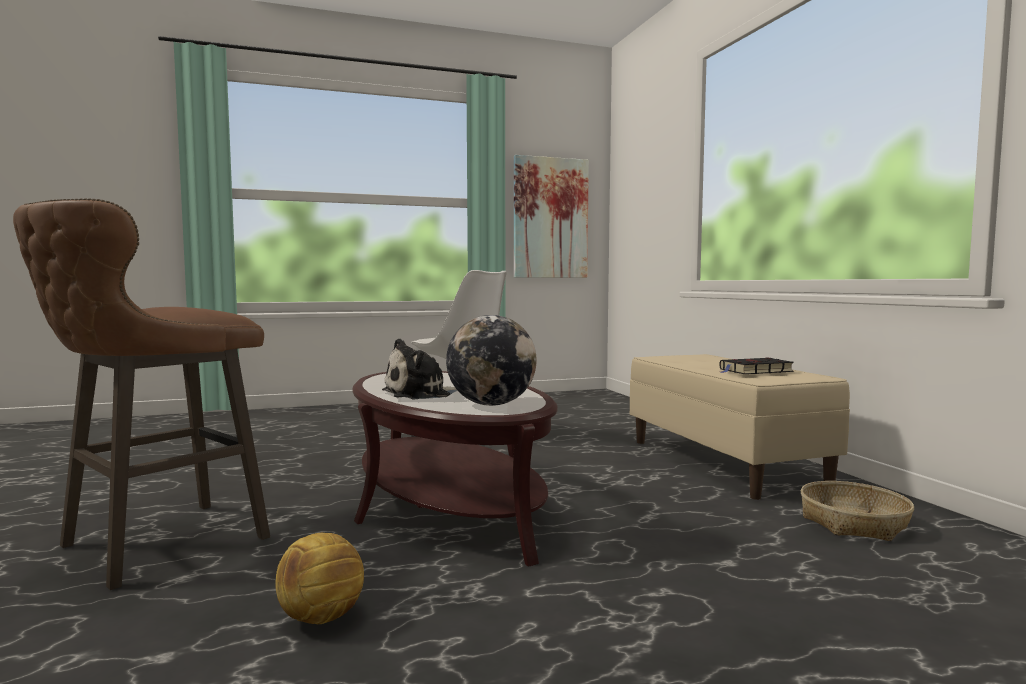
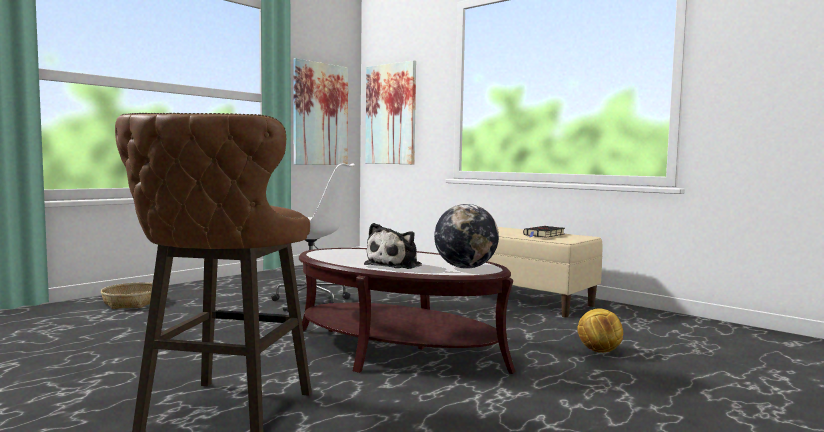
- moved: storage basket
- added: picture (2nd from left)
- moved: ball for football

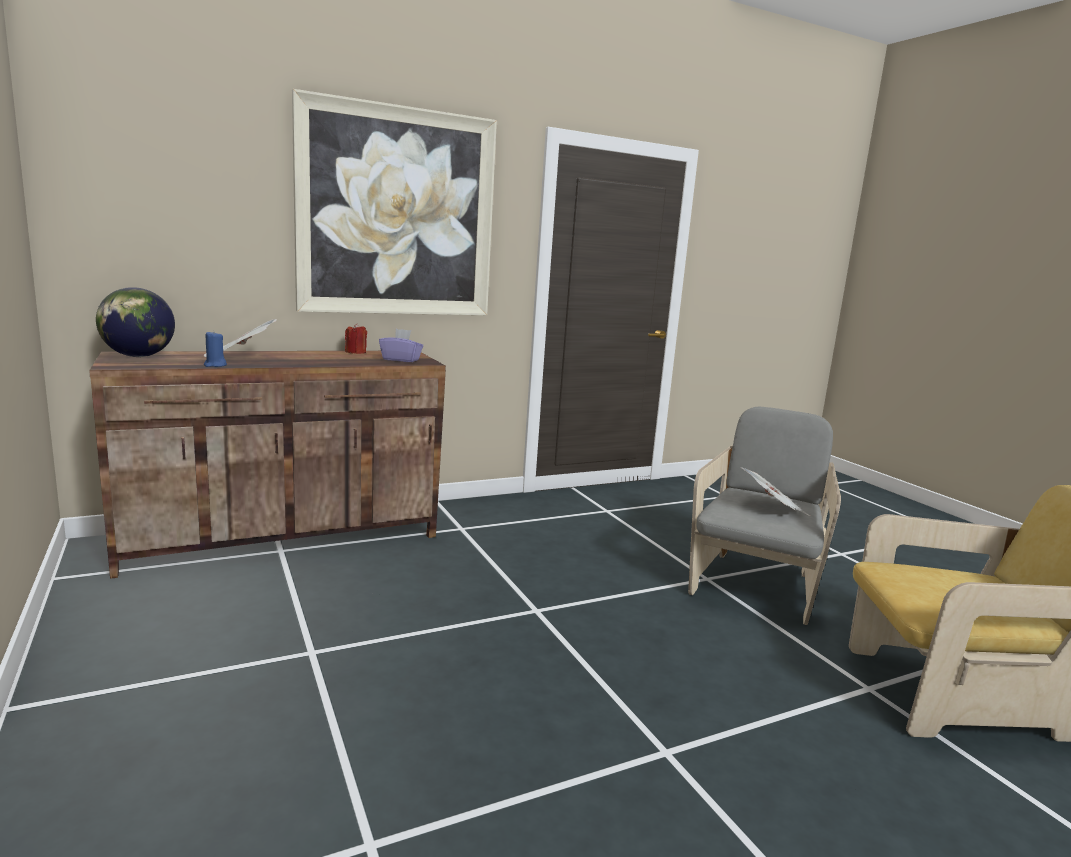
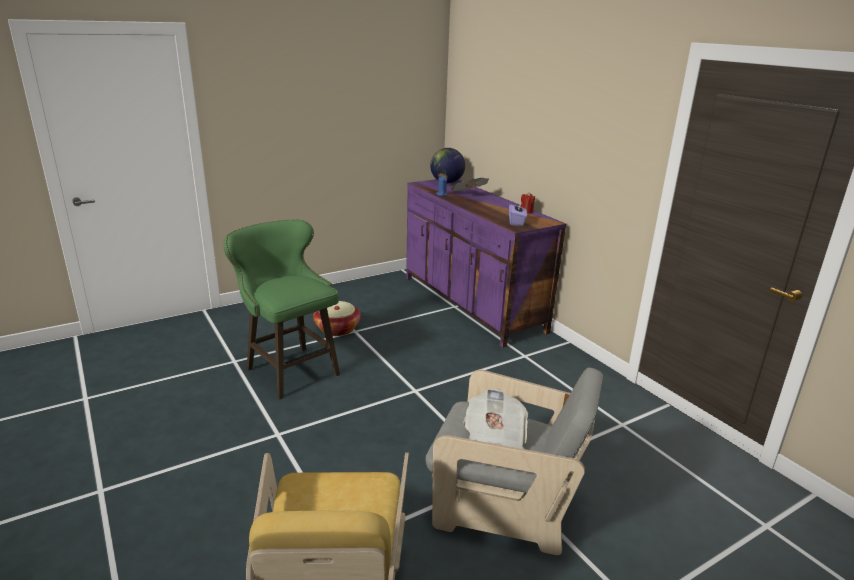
- added: green sitting stool
- added: storage basket
- recoloured: brownish cupboard to purple-coloured cupboard
- removed: picture

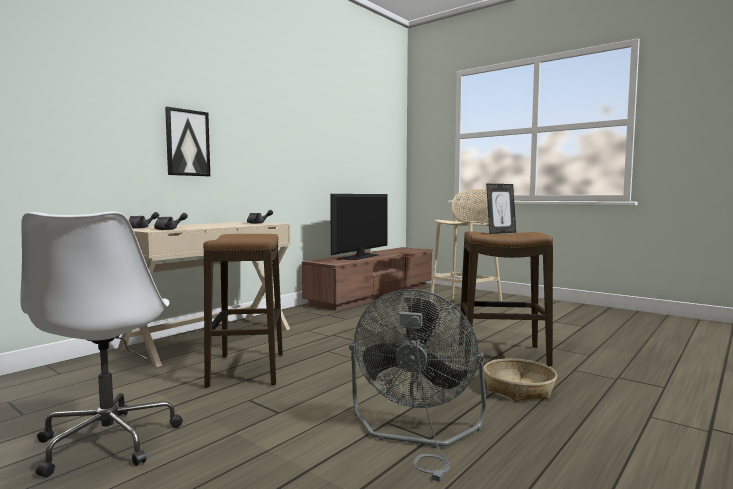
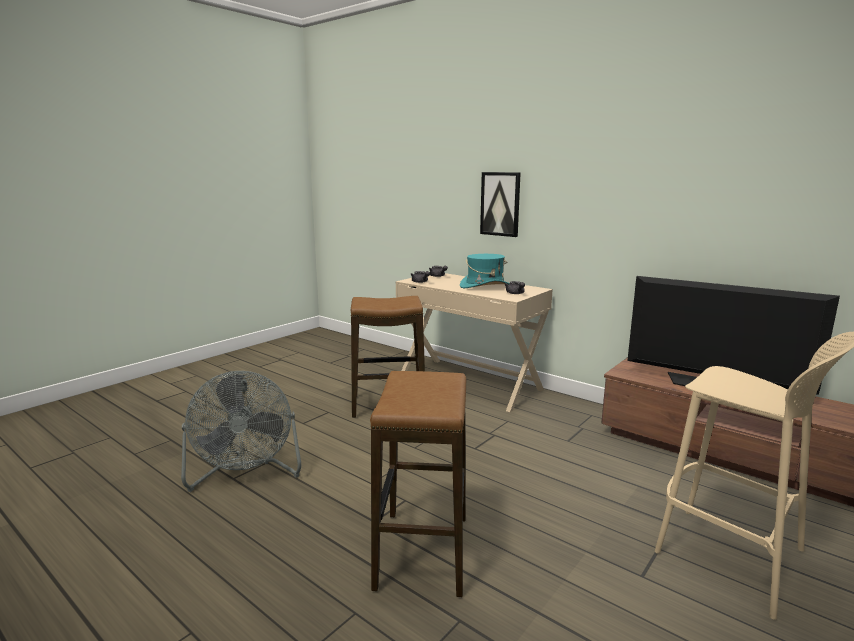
- turned: gray cooling fan 60 degrees clockwise
- added: turquoise-coloured hat
- removed: white desk chair
- removed: storage basket
- removed: standing frame

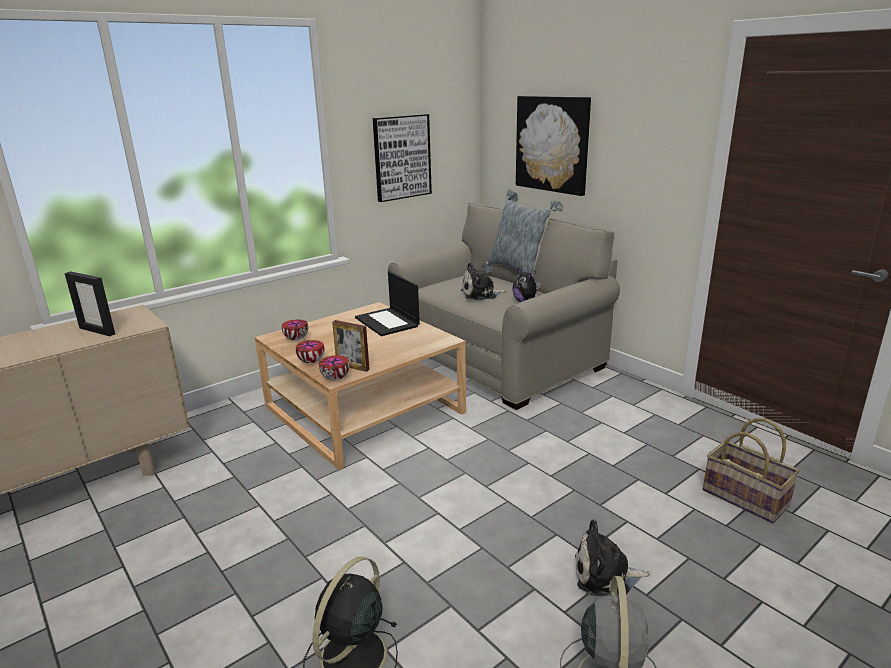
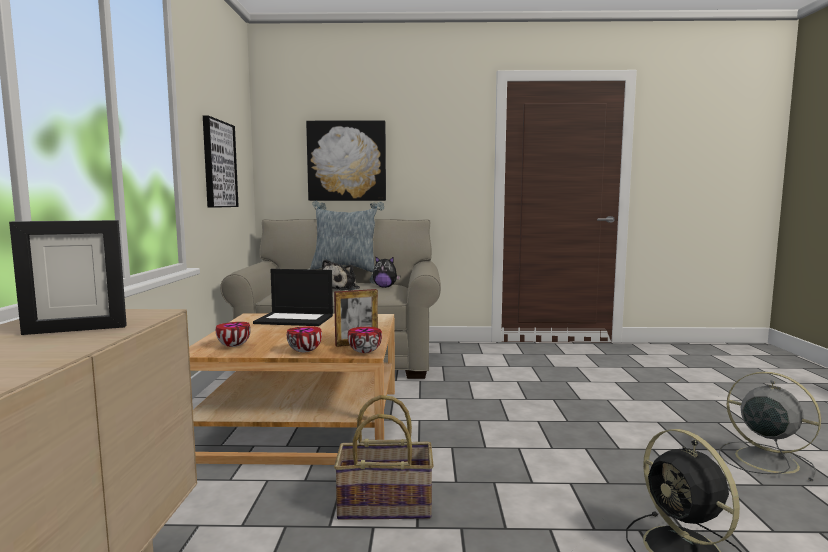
- moved: storage basket
- removed: cuddly toy (3rd from left)

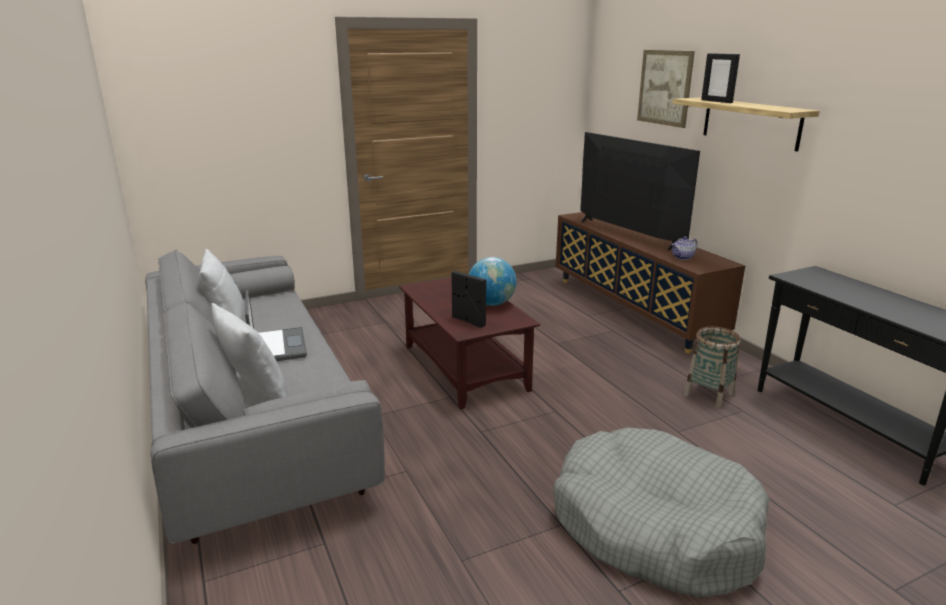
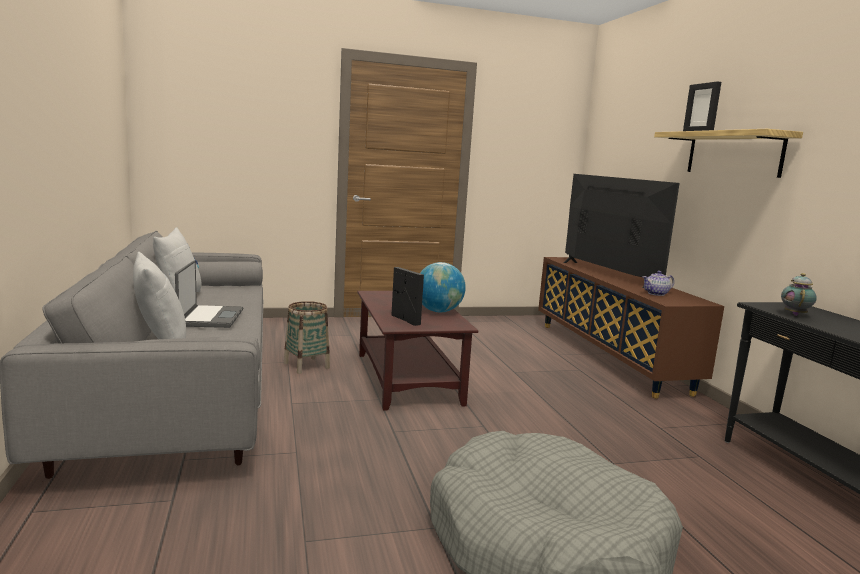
- moved: storage basket
- added: tea pot (2nd from left)
- removed: picture

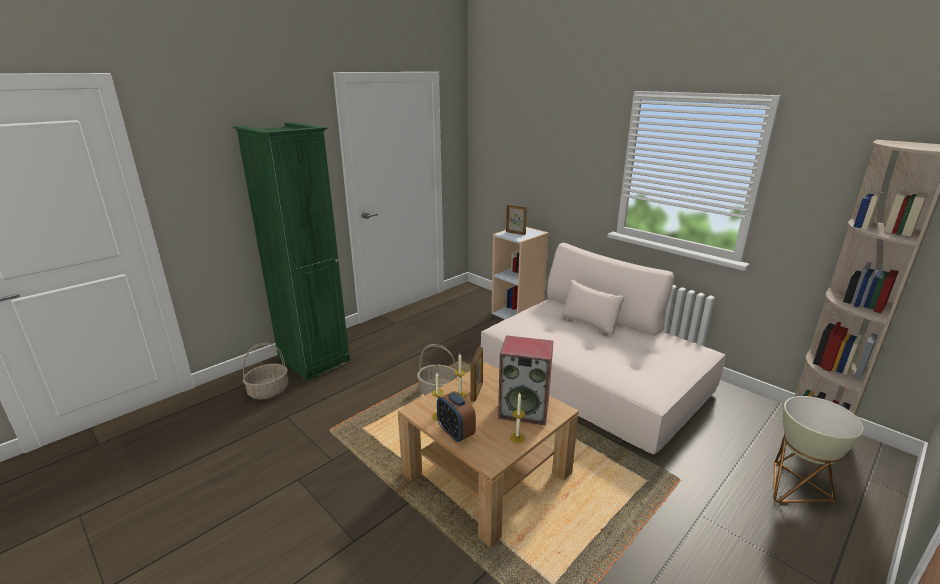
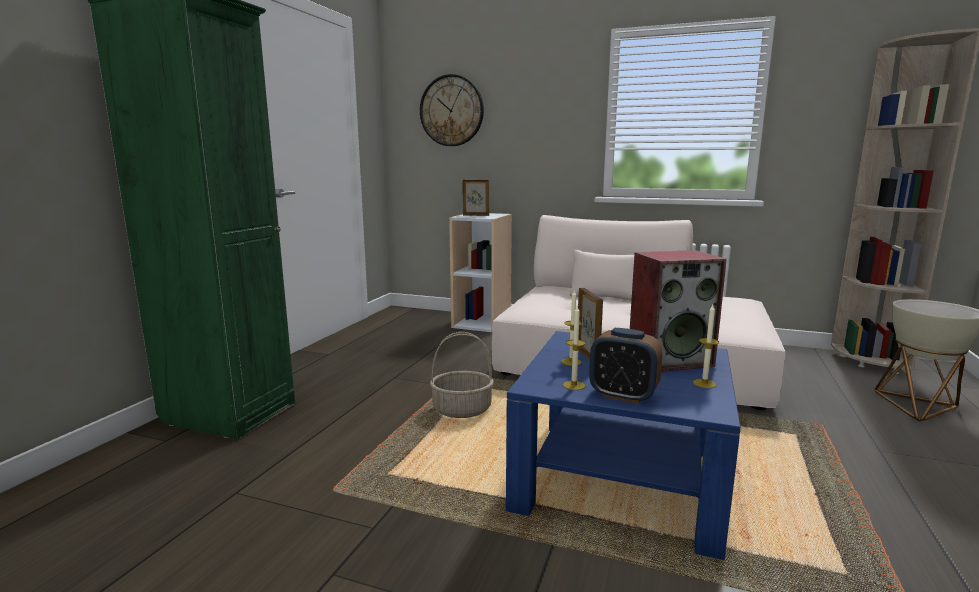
- added: wall clock
- recoloured: brownish low table to blue-coloured low table
- removed: storage basket (1st from left)

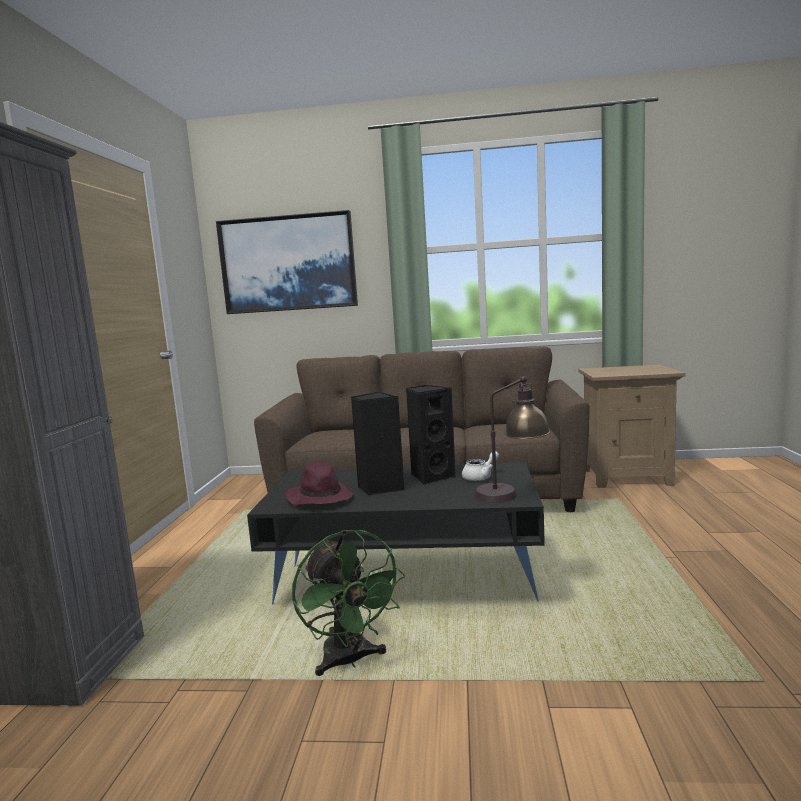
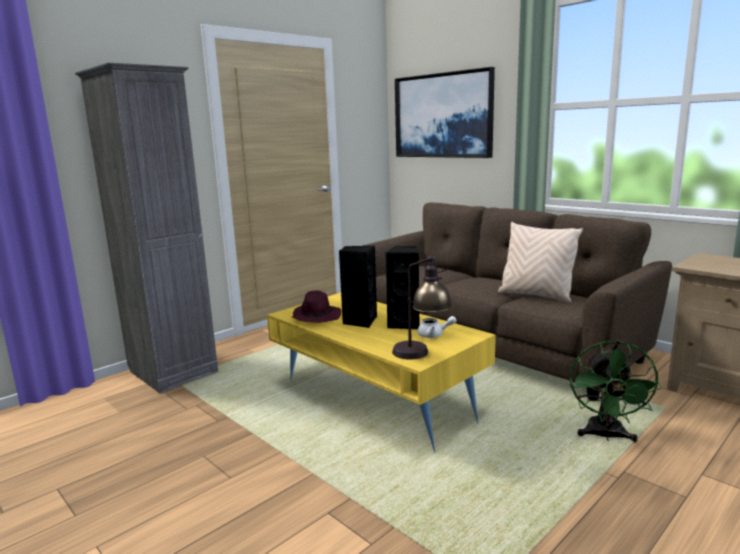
- recoloured: black low table to yellowish low table
- added: beige-coloured cushion
- moved: green cooling fan

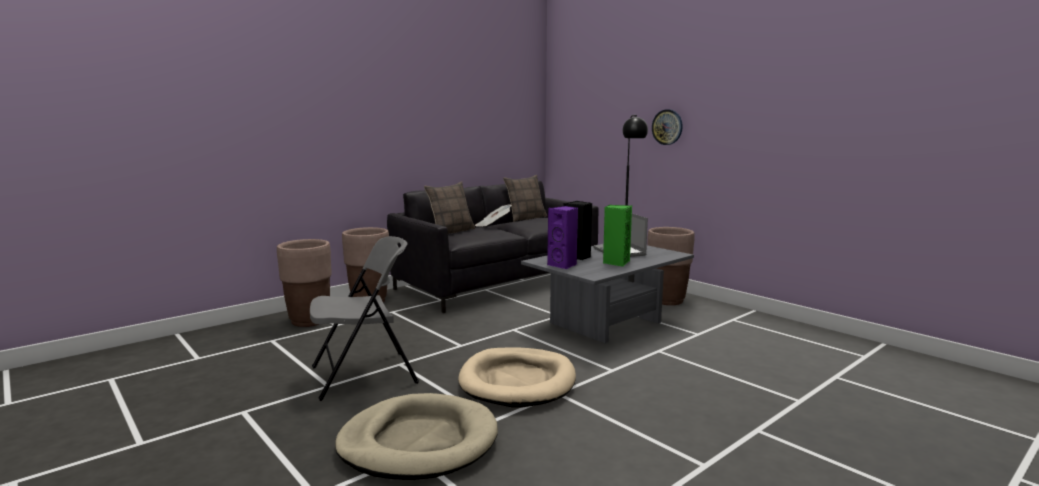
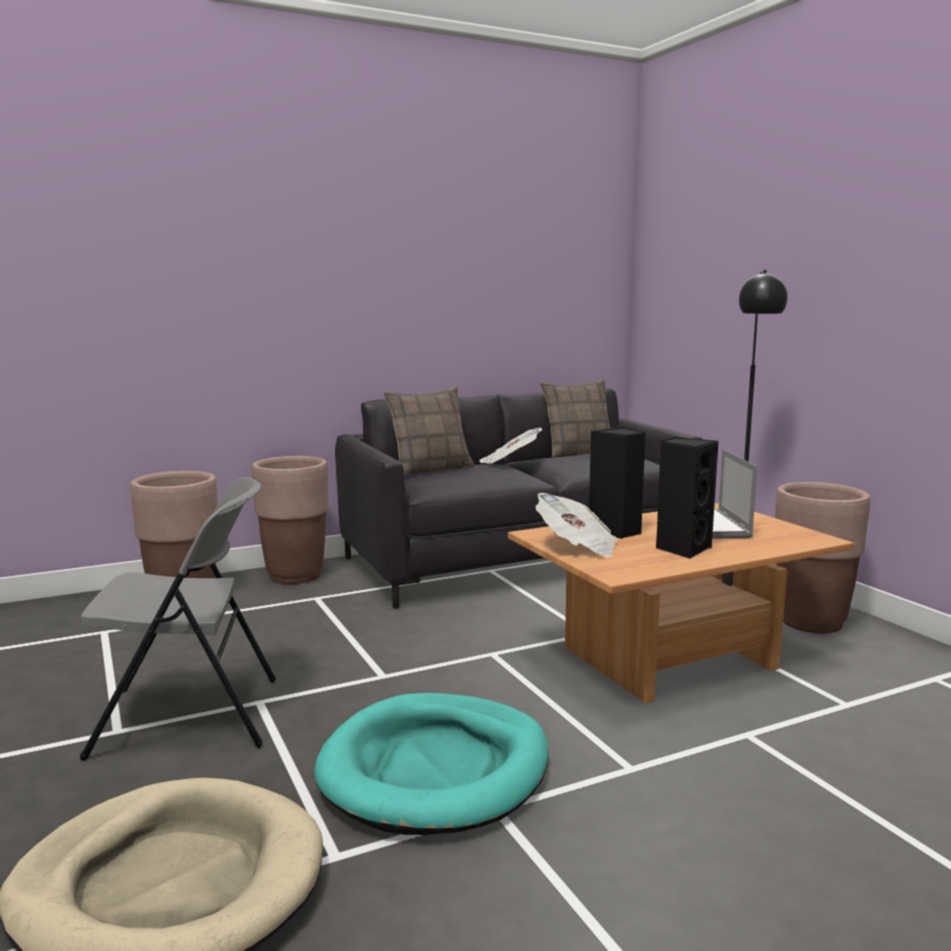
- recoloured: beige-coloured dog cushion (2nd from left) to turquoise-coloured dog cushion
- recoloured: gray low table to brownish low table
- replaced: purple-coloured audio speaker to printed paper (2nd from left)
- recoloured: green audio speaker to black audio speaker (2nd from left)
- removed: wall clock

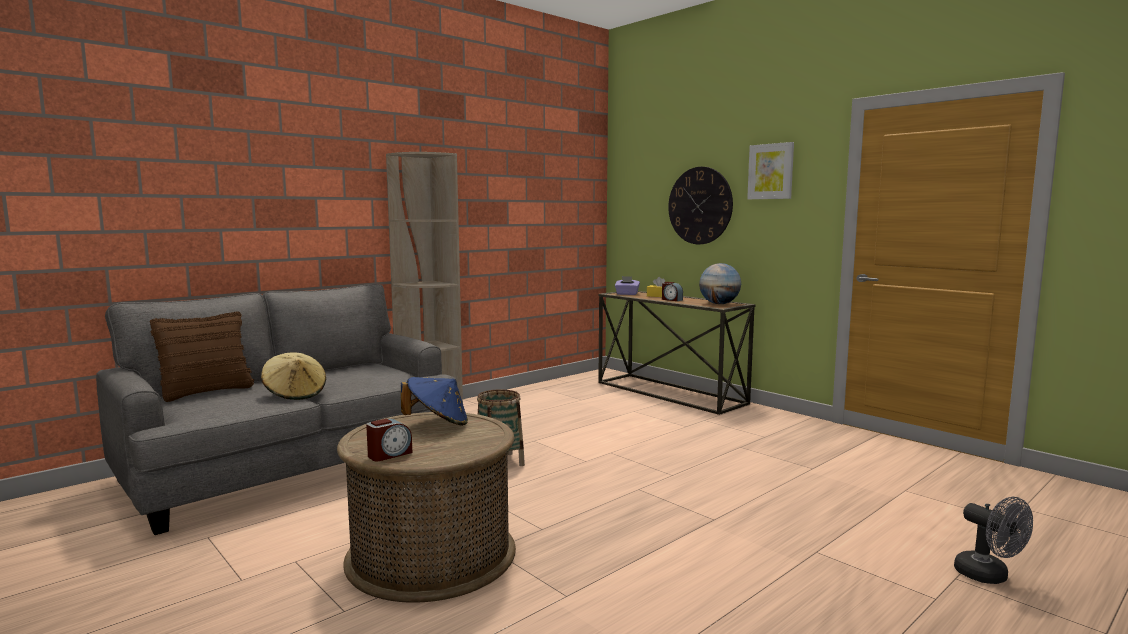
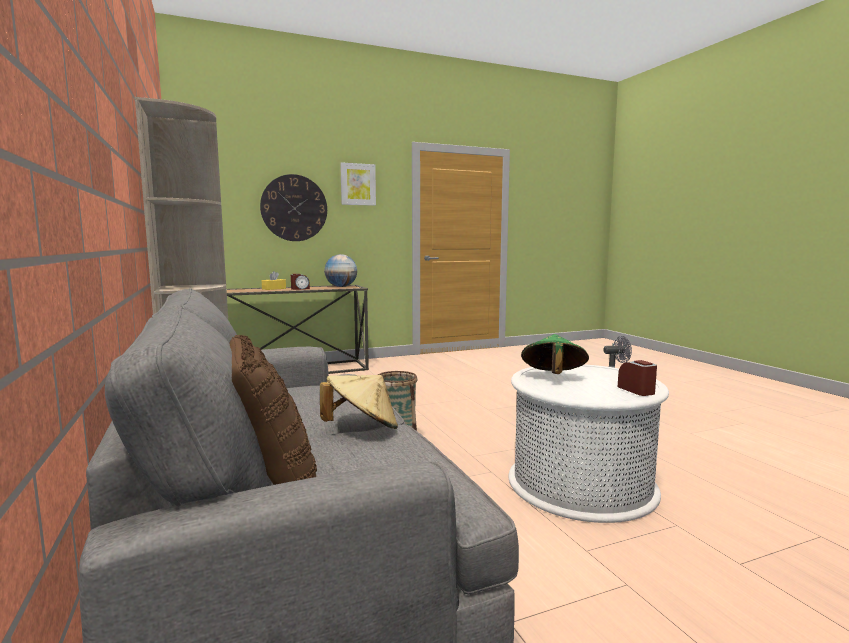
- recoloured: brownish low table to white low table
- recoloured: blue-coloured hat to green hat
- removed: purple-coloured box of tissues

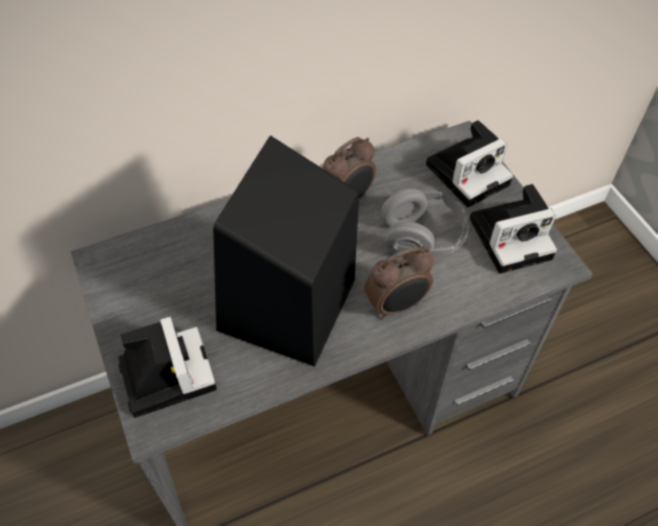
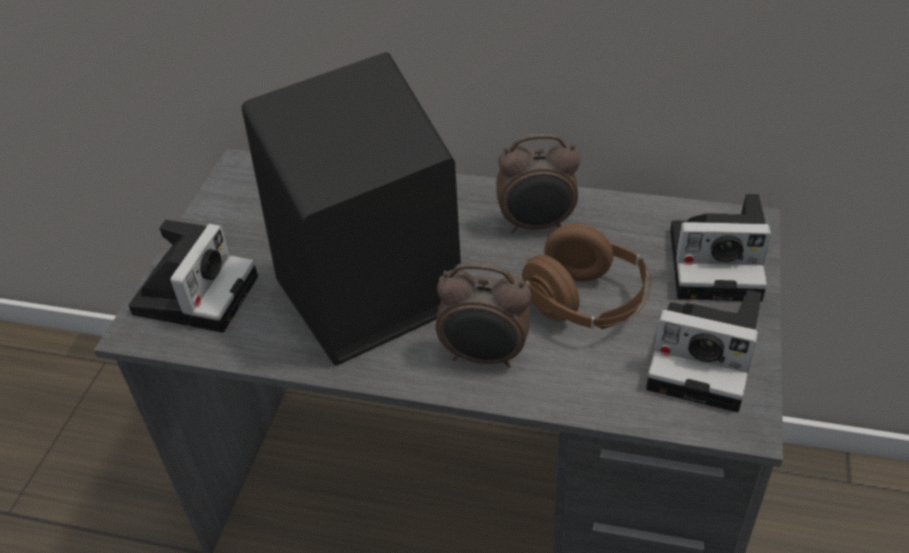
- recoloured: gray pair of headphones to brownish pair of headphones

